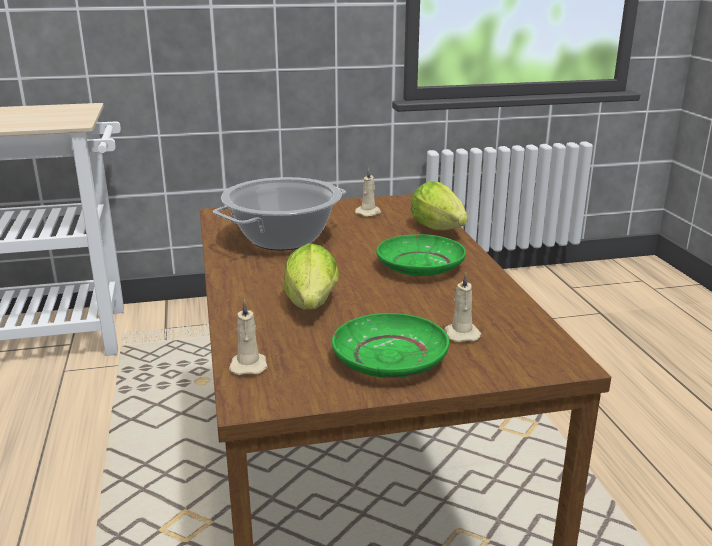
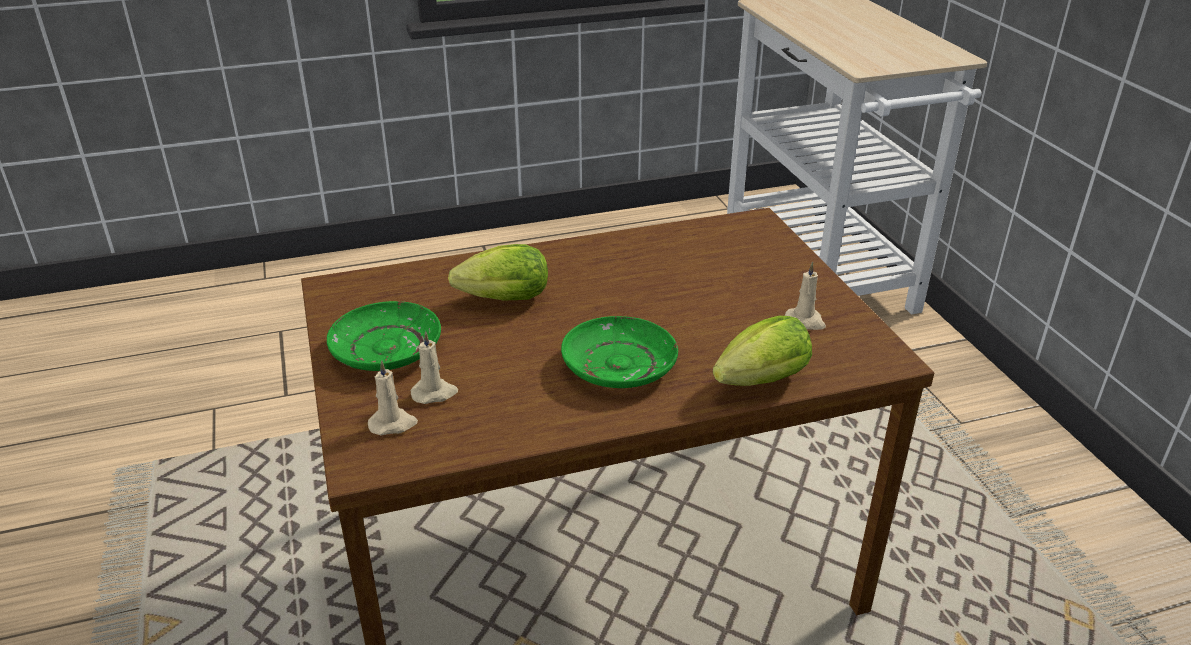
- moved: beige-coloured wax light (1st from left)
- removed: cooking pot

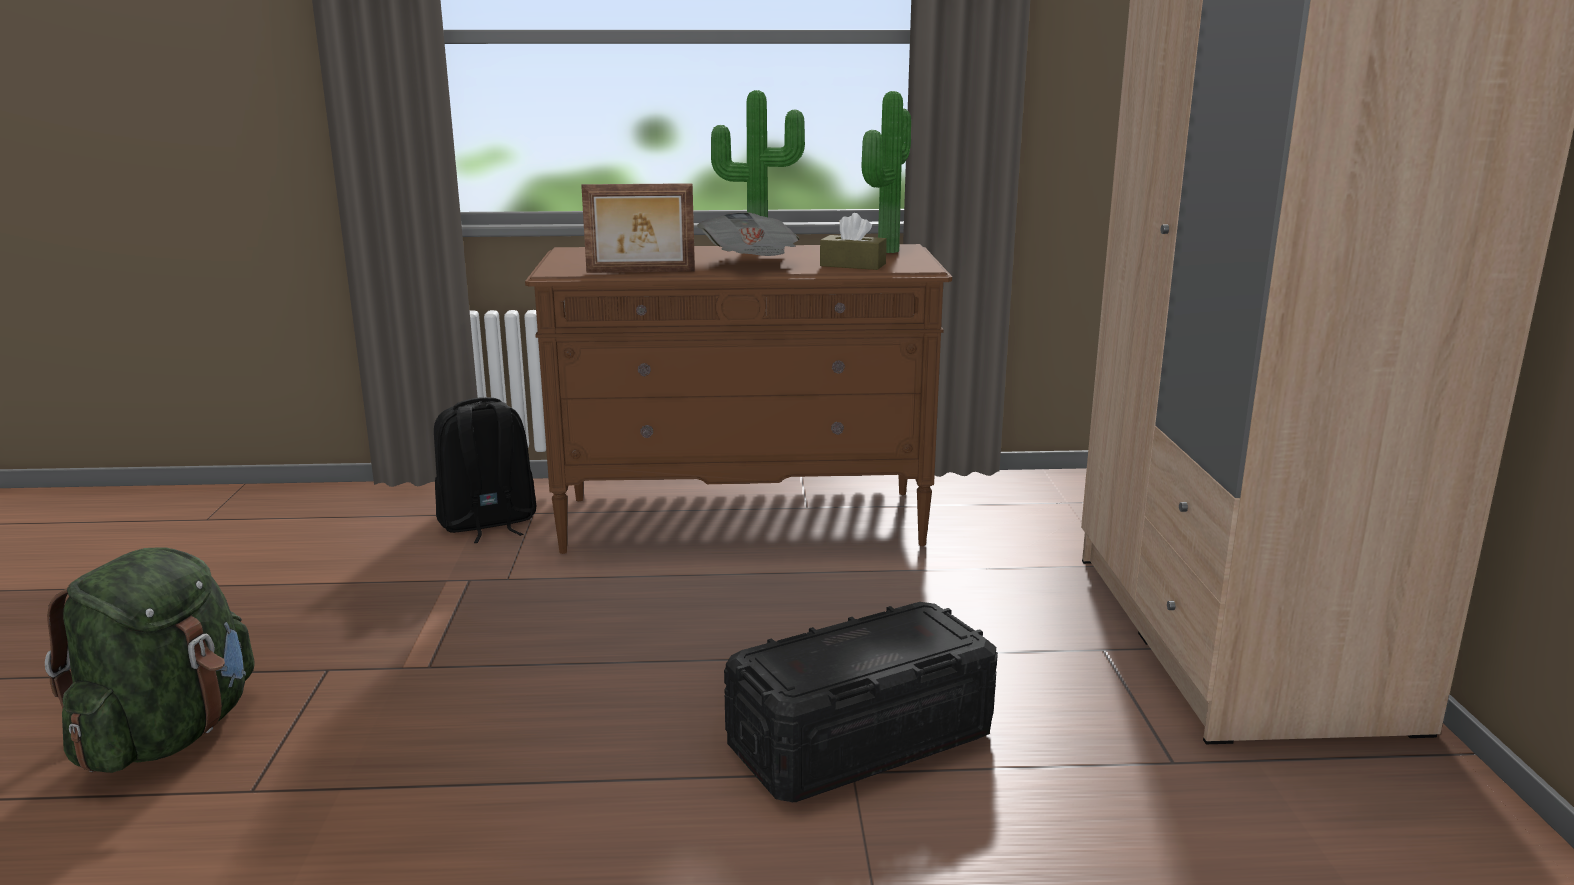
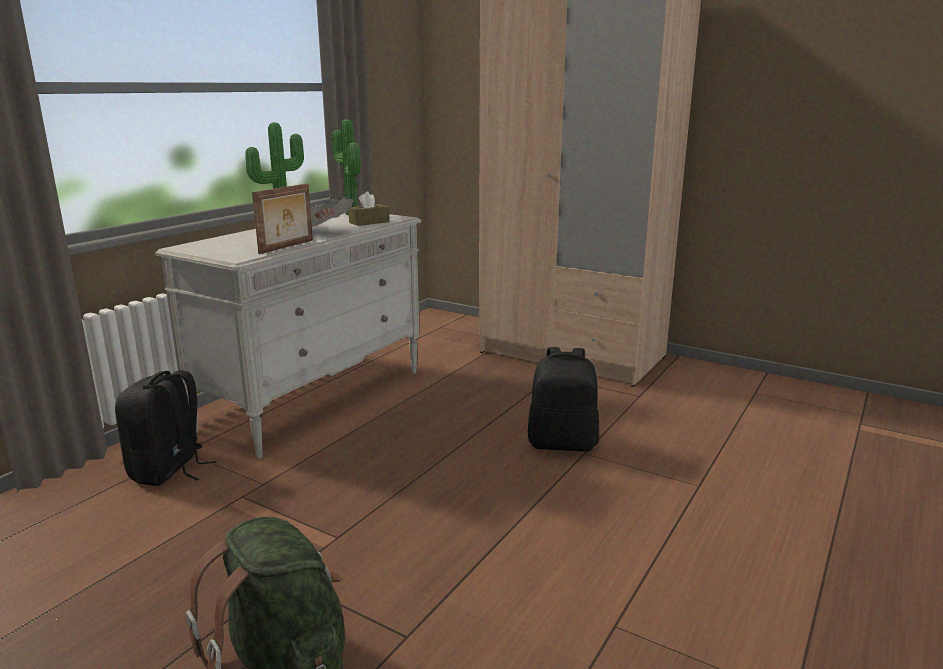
- recoloured: brownish chest of drawers to white chest of drawers
- replaced: black storage bin to black backpack (2nd from left)

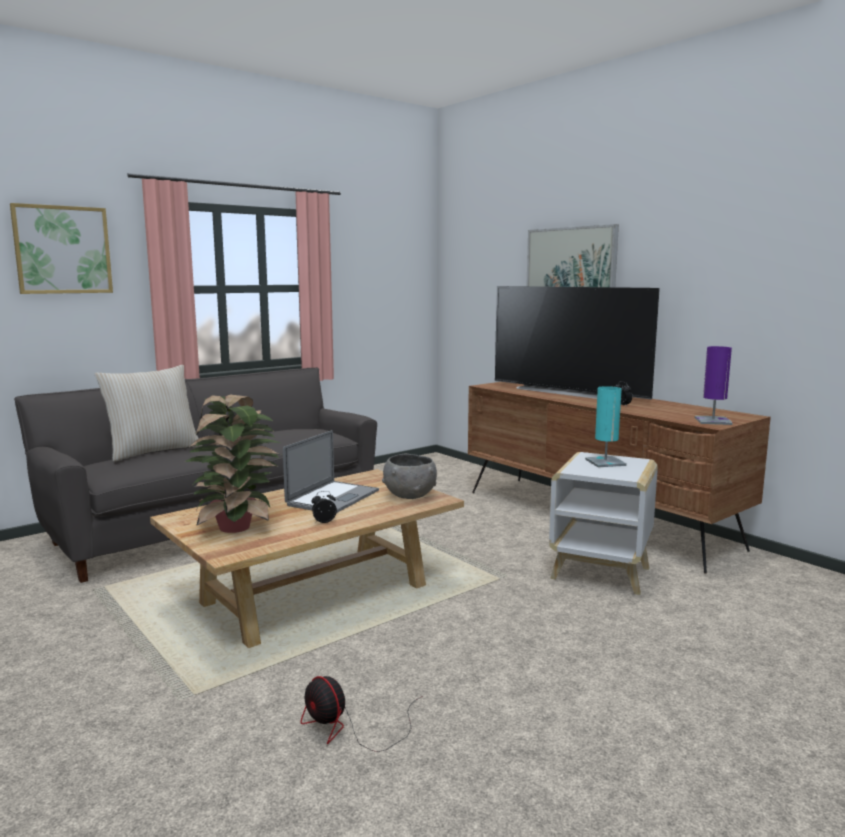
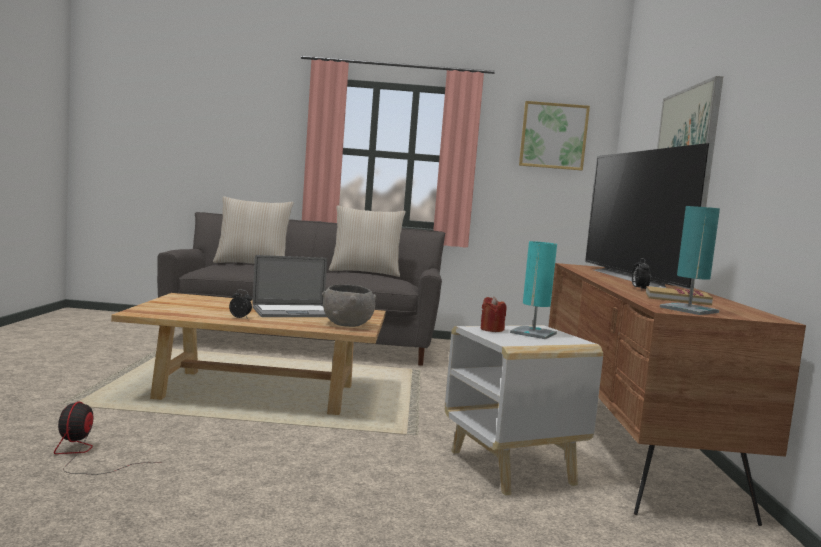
- added: beige-coloured cushion (2nd from left)
- added: red-coloured wax light
- moved: picture (1st from left)
- added: book
- recoloured: purple-coloured lamp for a table to turquoise-coloured lamp for a table (2nd from left)
- removed: potted plant

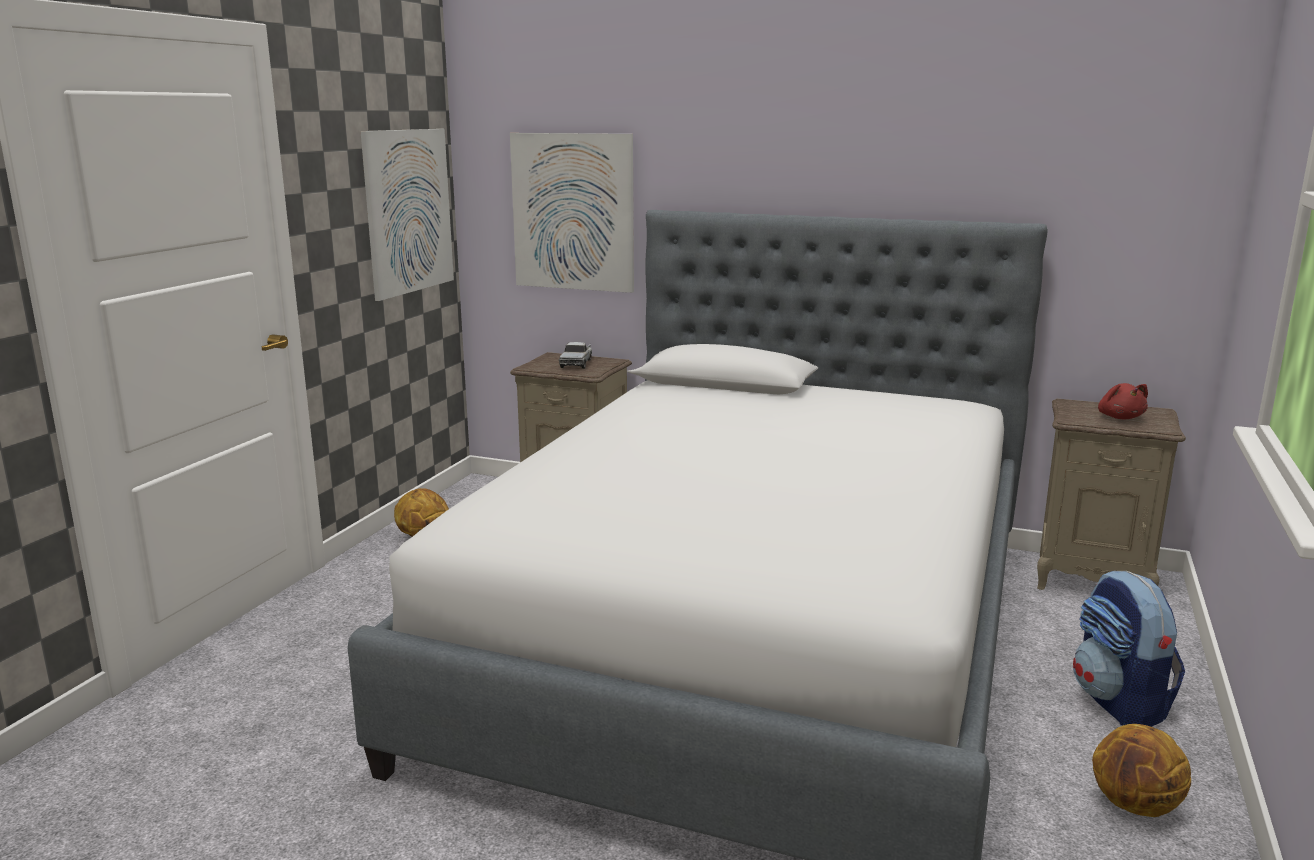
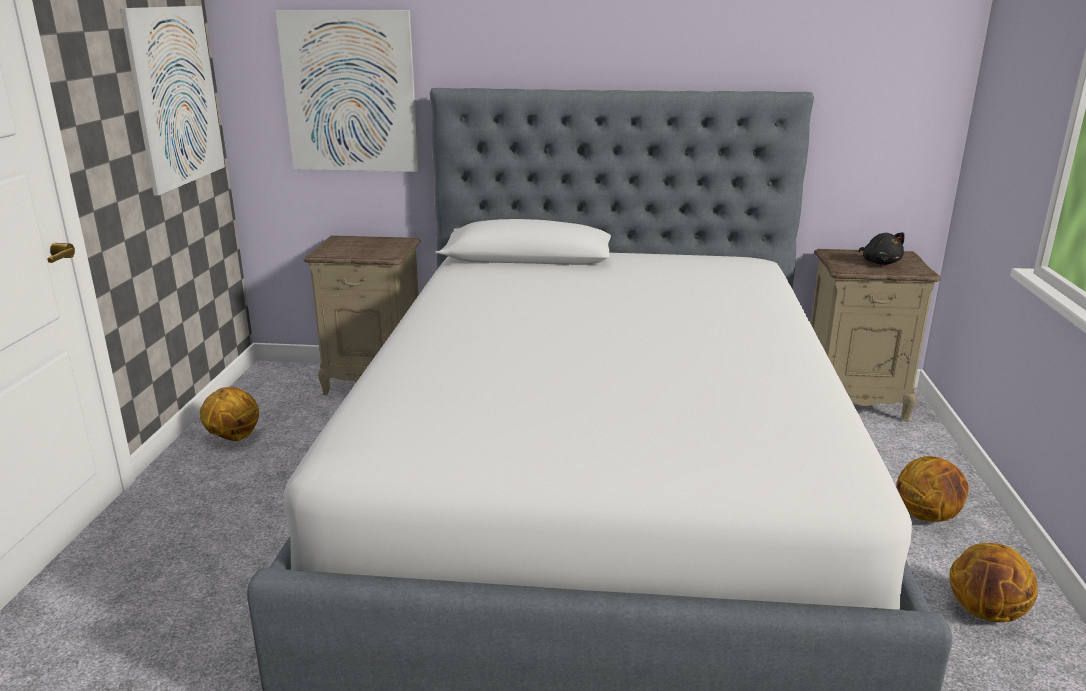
- recoloured: red-coloured cuddly toy to black cuddly toy
- replaced: backpack to ball for basketball (2nd from left)
- removed: model truck

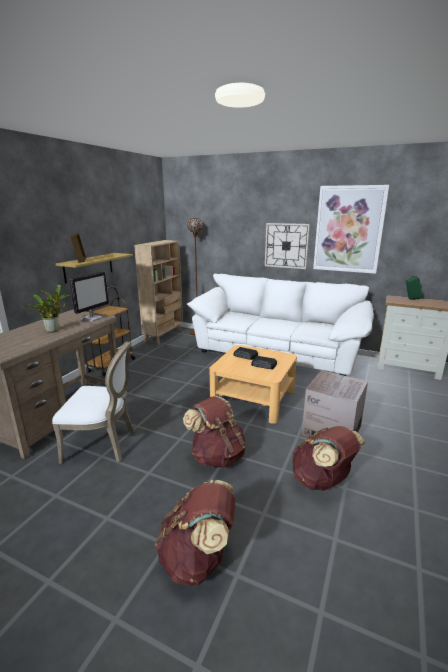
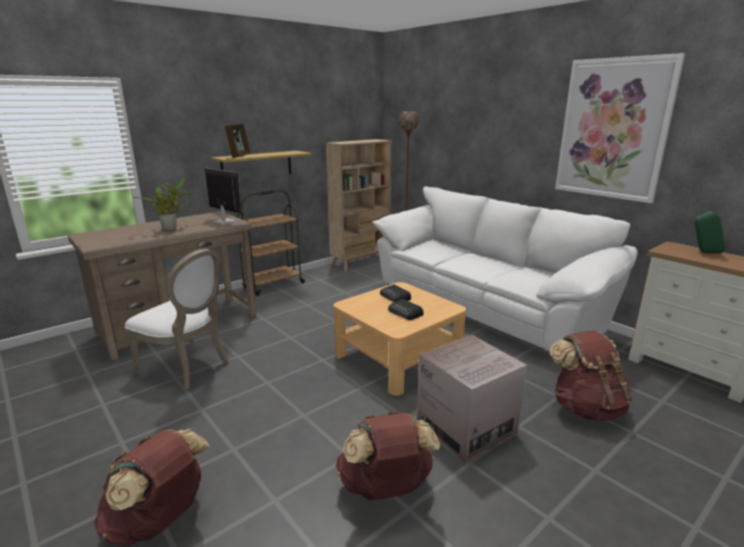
- turned: computer display 105 degrees counterclockwise
- moved: brownish backpack (2nd from left in the first image) to brownish backpack (3rd from left)
- removed: wall clock

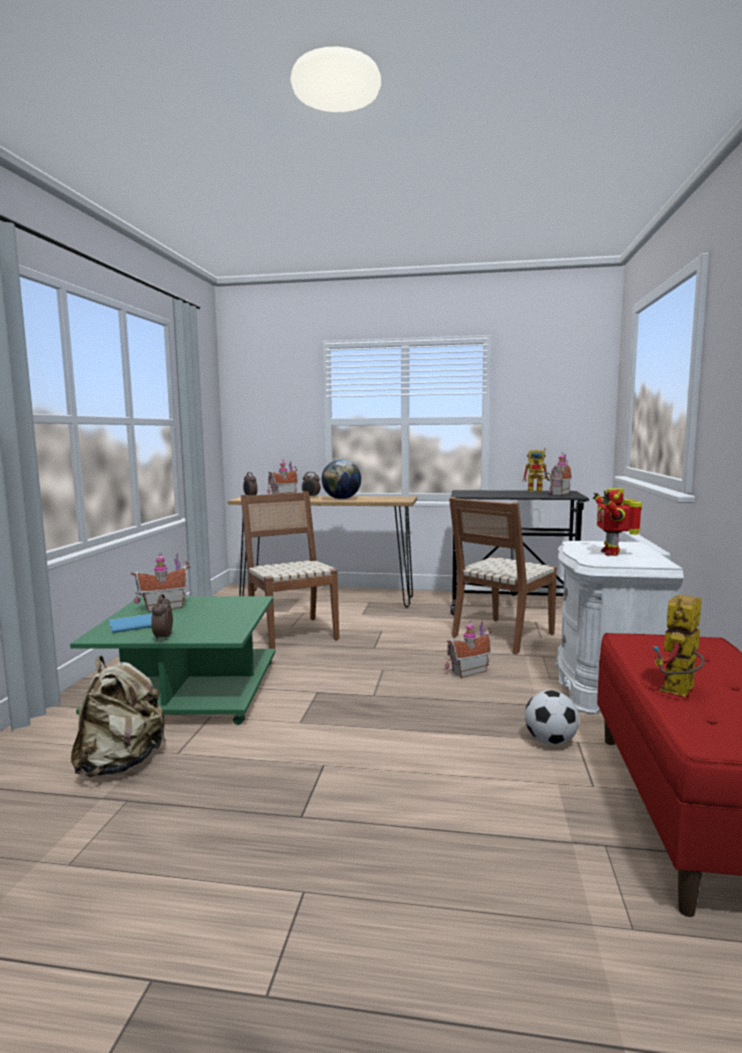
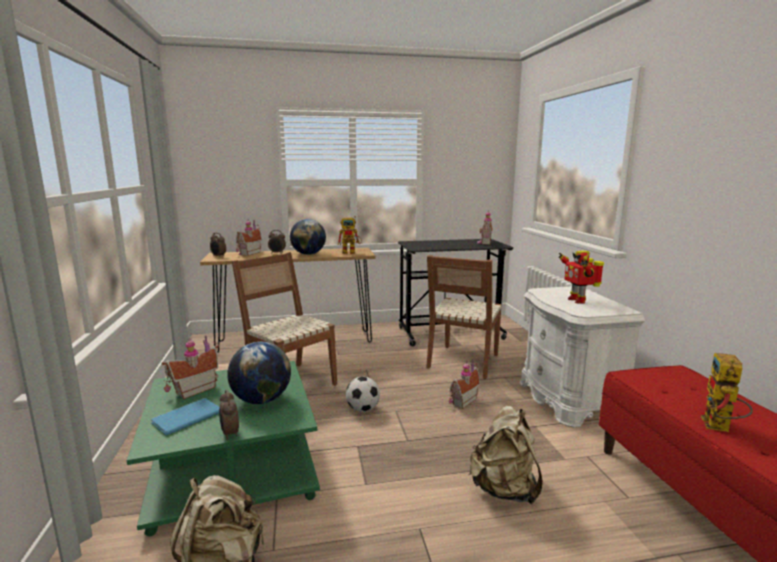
- added: globe (1st from left)
- moved: toy robot (1st from left)
- moved: ball for football
- added: beige-coloured backpack (2nd from left)

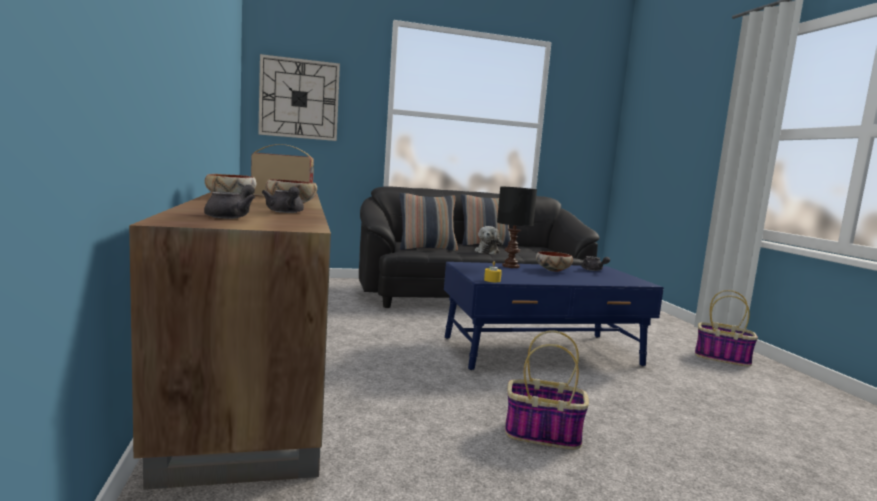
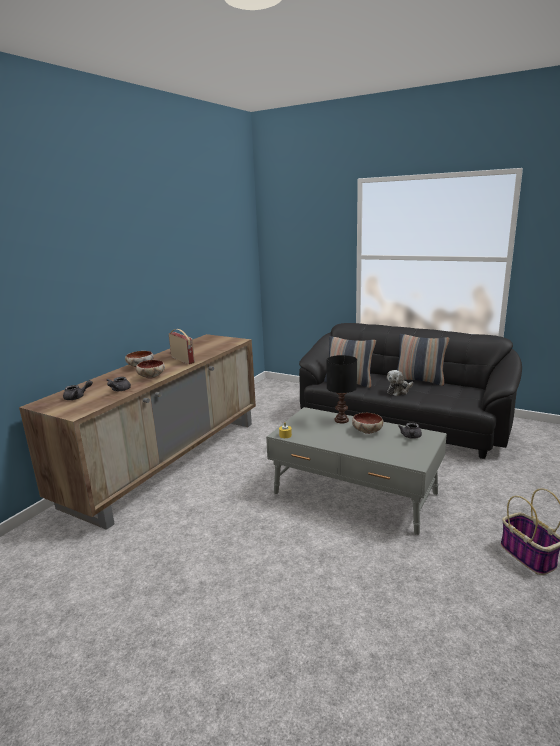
- recoloured: blue-coloured low table to gray low table
- removed: wall clock
- removed: storage basket (1st from left)

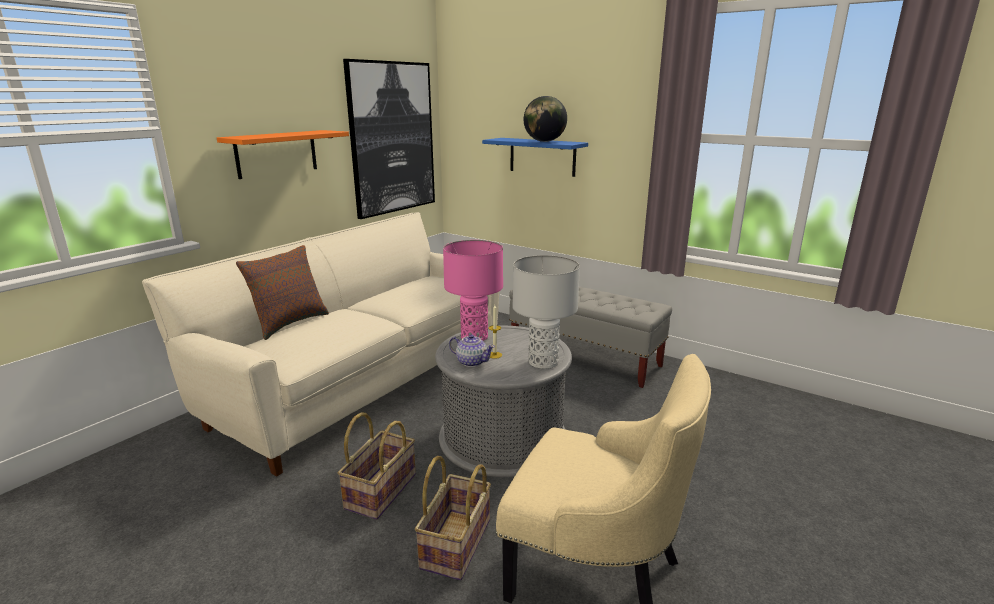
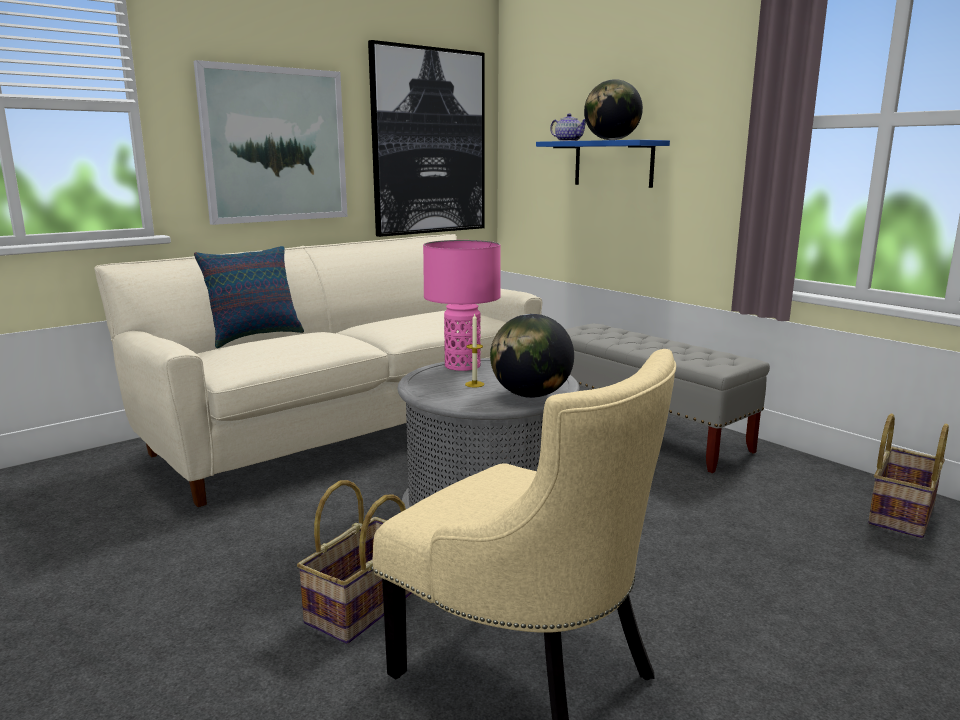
- replaced: orange shelf to picture (1st from left)
- recoloured: brownish cushion to blue-coloured cushion
- replaced: white lamp for a table to globe (1st from left)
- moved: tea pot
- moved: storage basket (1st from left in the first image) to storage basket (2nd from left)

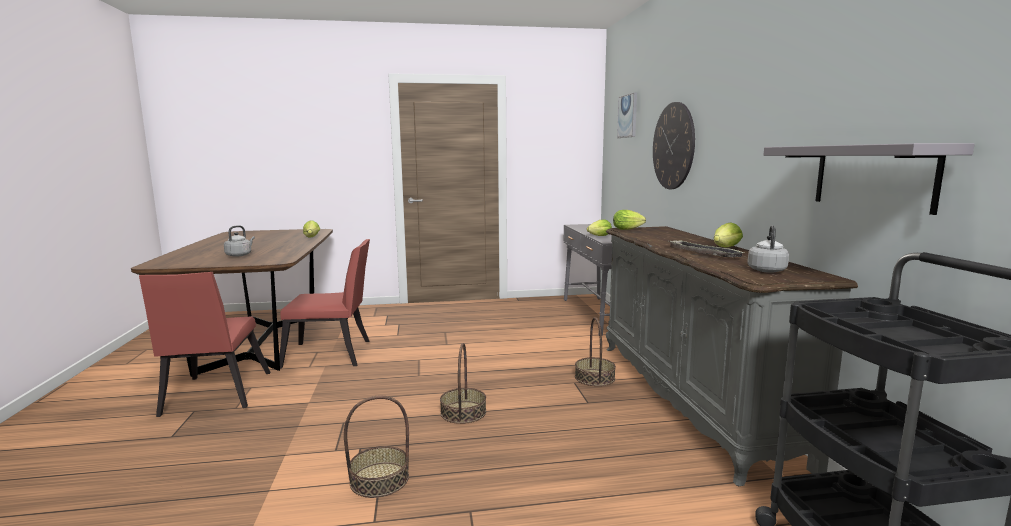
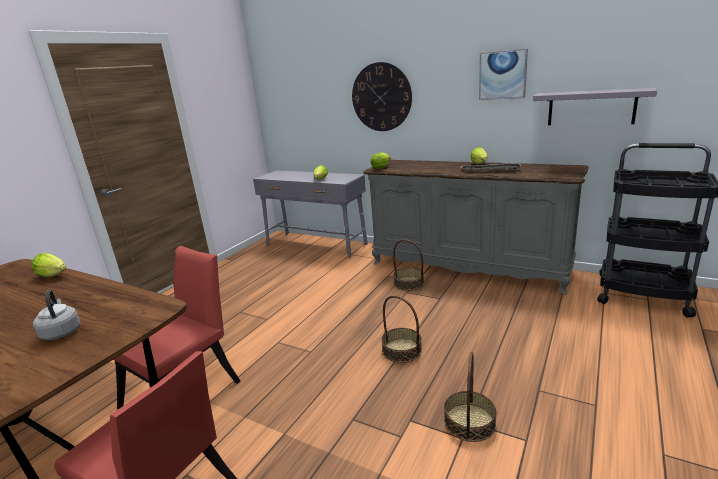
- moved: picture
- removed: gray tea kettle (2nd from left)

